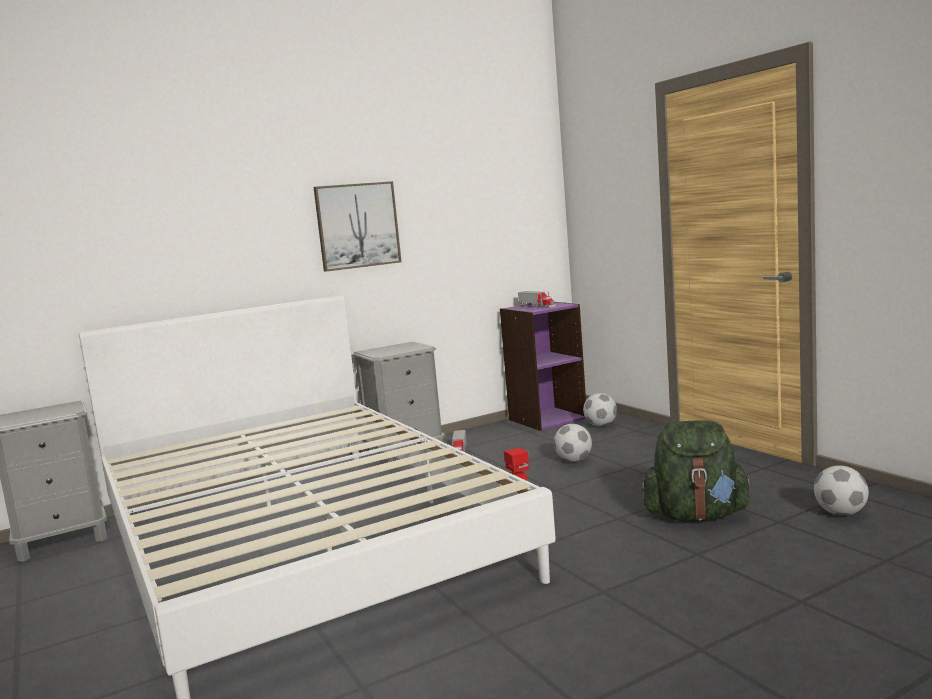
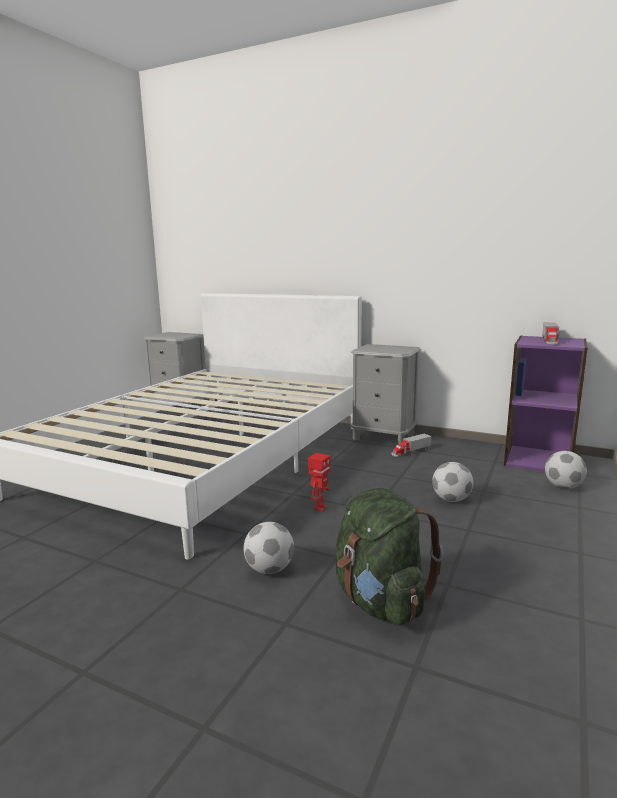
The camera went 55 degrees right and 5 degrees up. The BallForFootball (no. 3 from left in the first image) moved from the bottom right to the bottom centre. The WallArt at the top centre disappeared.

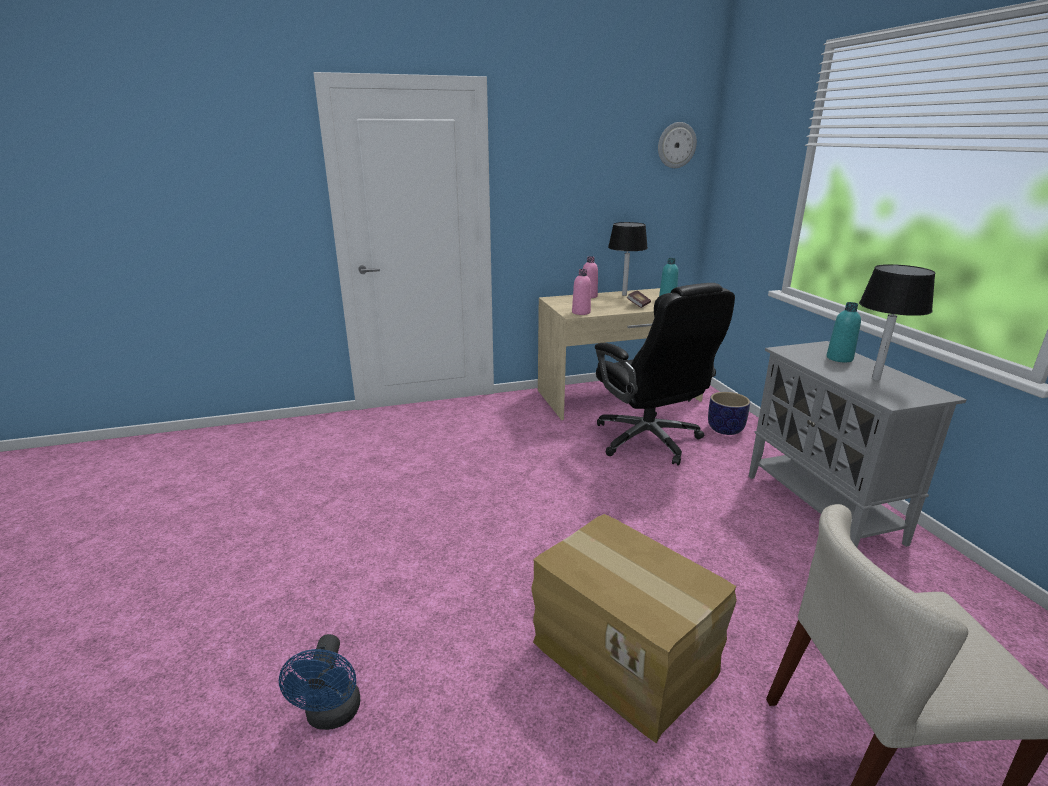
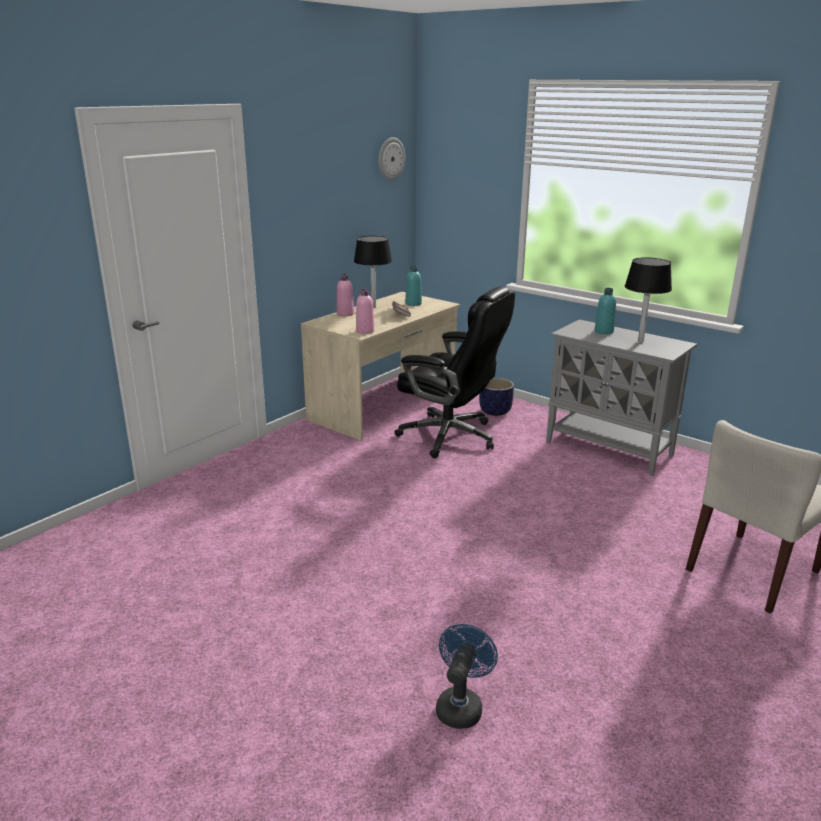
The camera went 35 degrees left and 0 degrees up. The BlueColouredCoolingFan at the bottom left turned 120 degrees counterclockwise. The PackingBox at the bottom centre disappeared.

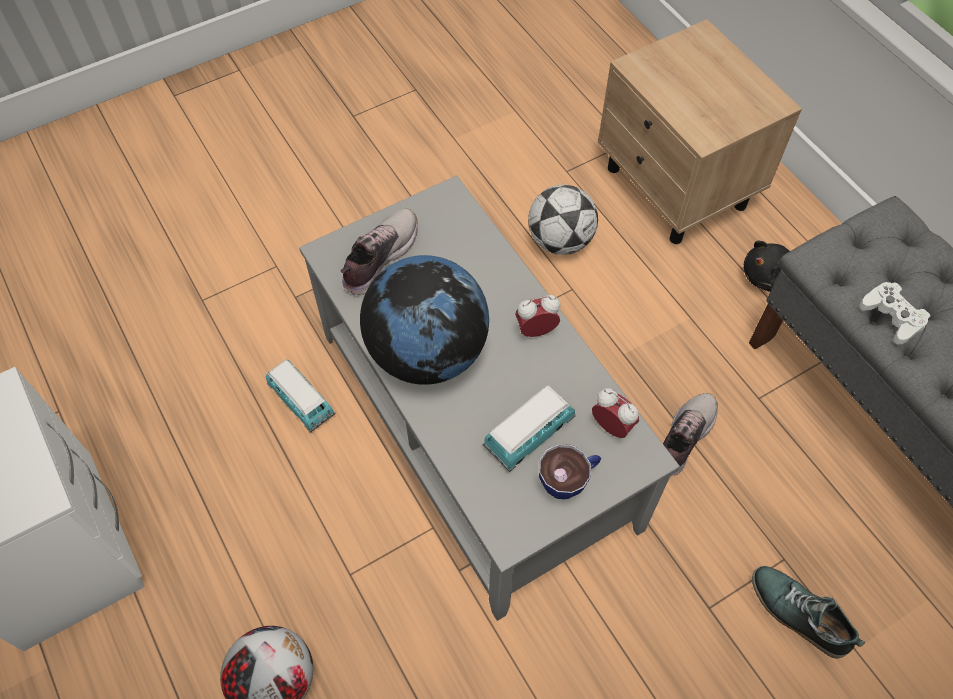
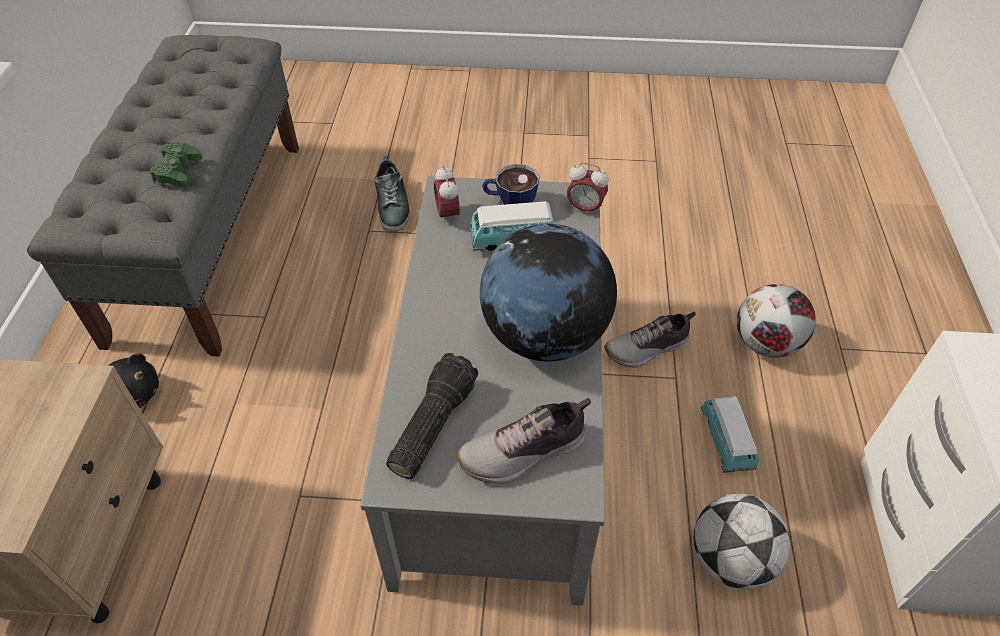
The camera went 145 degrees left and 10 degrees down. The WhitishGameController at the middle right became the GreenColouredGameController at the top left. The HandTorch at the centre appeared. The BedsideClock (no. 1 from left in the first image) moved from the centre to the top centre. The Shoe (no. 2 from left in the first image) moved from the middle right to the centre. The BallForFootball (no. 2 from left in the first image) moved from the top centre to the bottom right. The ToyCar (no. 1 from left in the first image) moved from the middle left to the bottom right.

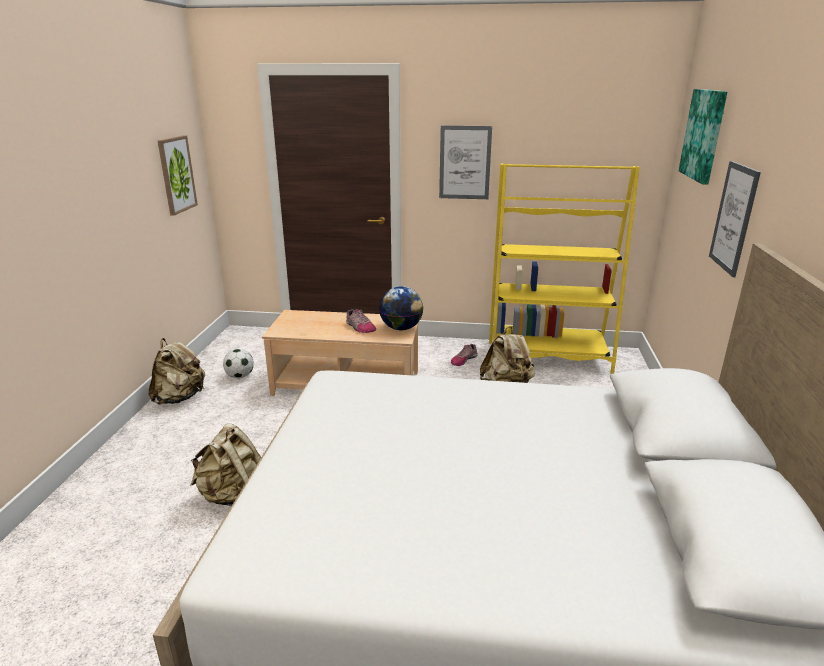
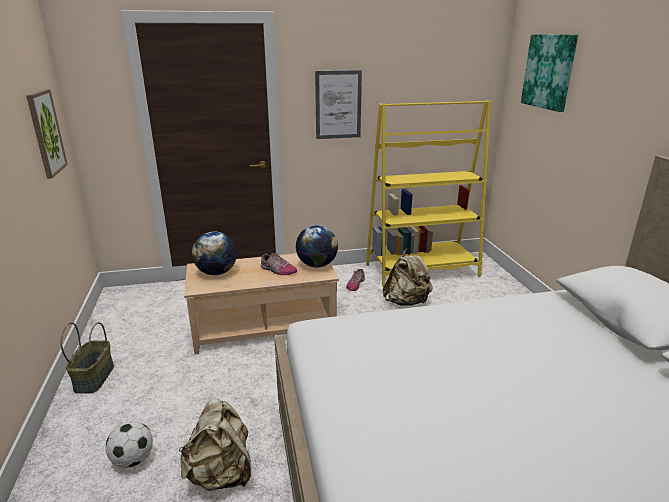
The camera went 20 degrees left and 0 degrees up. The BeigeColouredBackpack (no. 1 from left) at the middle left was replaced by the StorageBasket at the bottom left. The BallForFootball moved from the middle left to the bottom left. The WorldGlobe (no. 1 from left) at the middle left appeared. The WallArt (no. 4 from left) at the top right disappeared.

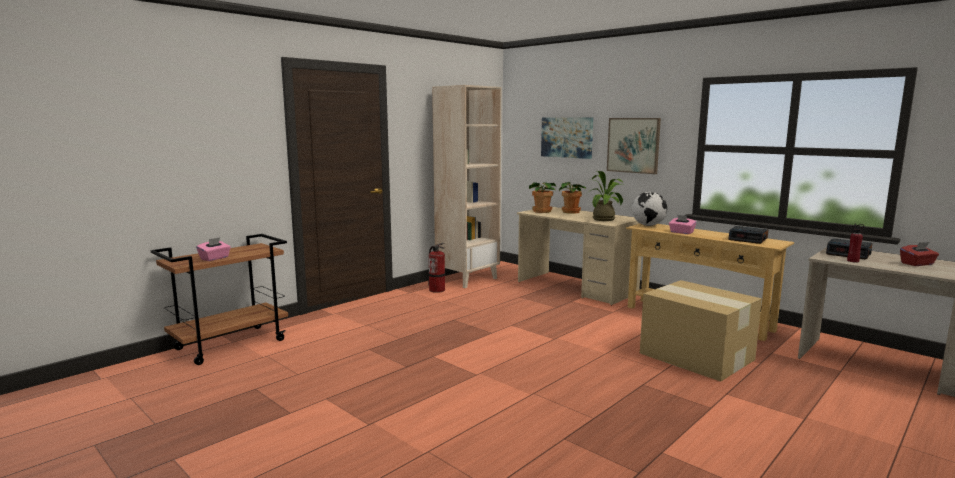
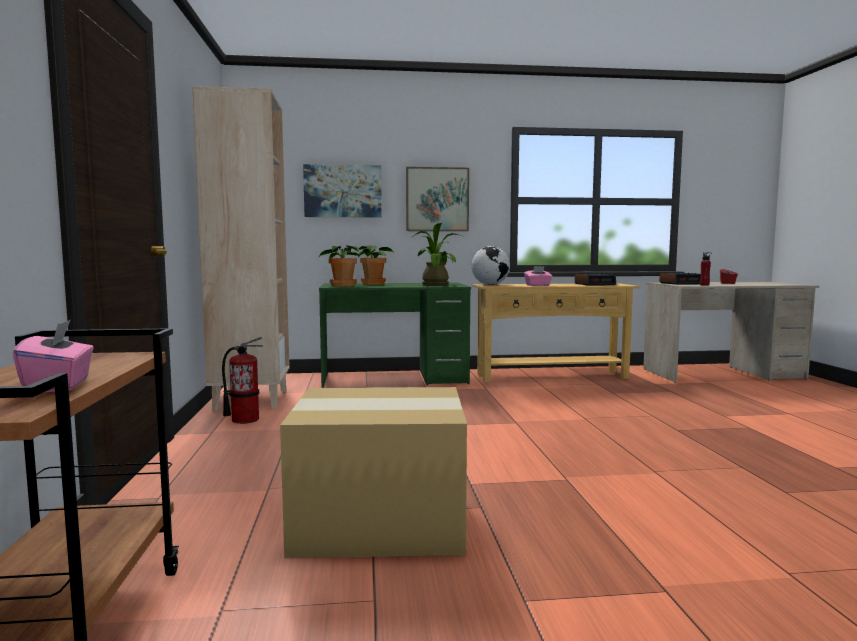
The camera went 50 degrees left and 5 degrees down. The PackingBox moved from the bottom right to the bottom centre. The BeigeColouredDeskUnit (no. 1 from left) at the centre became the GreenColouredDeskUnit at the centre.

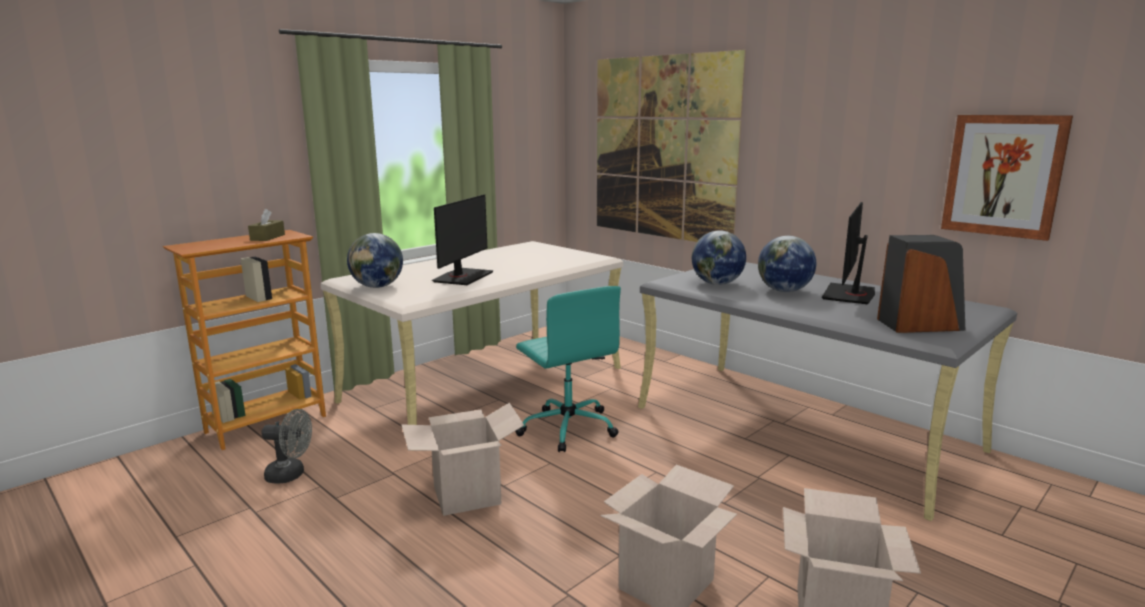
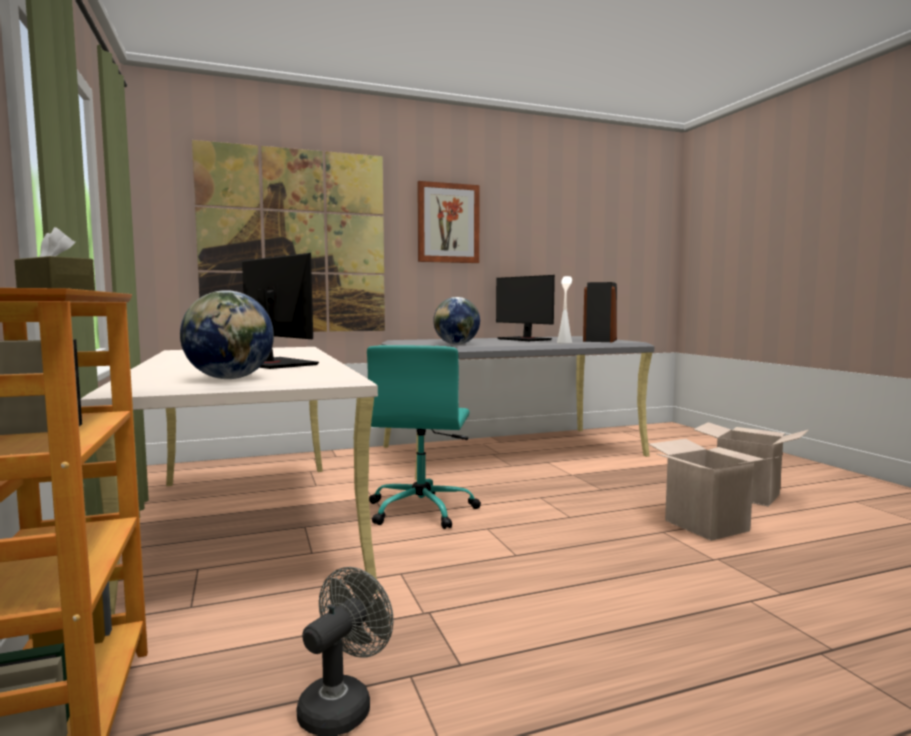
The camera went 65 degrees left and 10 degrees down. The BlueGreenDeskChair at the centre turned 105 degrees clockwise. The WallArt (no. 2 from left) moved from the top right to the top centre. The WhitishLampForATable at the centre appeared. The PackingBox (no. 1 from left) at the bottom centre disappeared. The WorldGlobe (no. 3 from left) at the middle right disappeared.

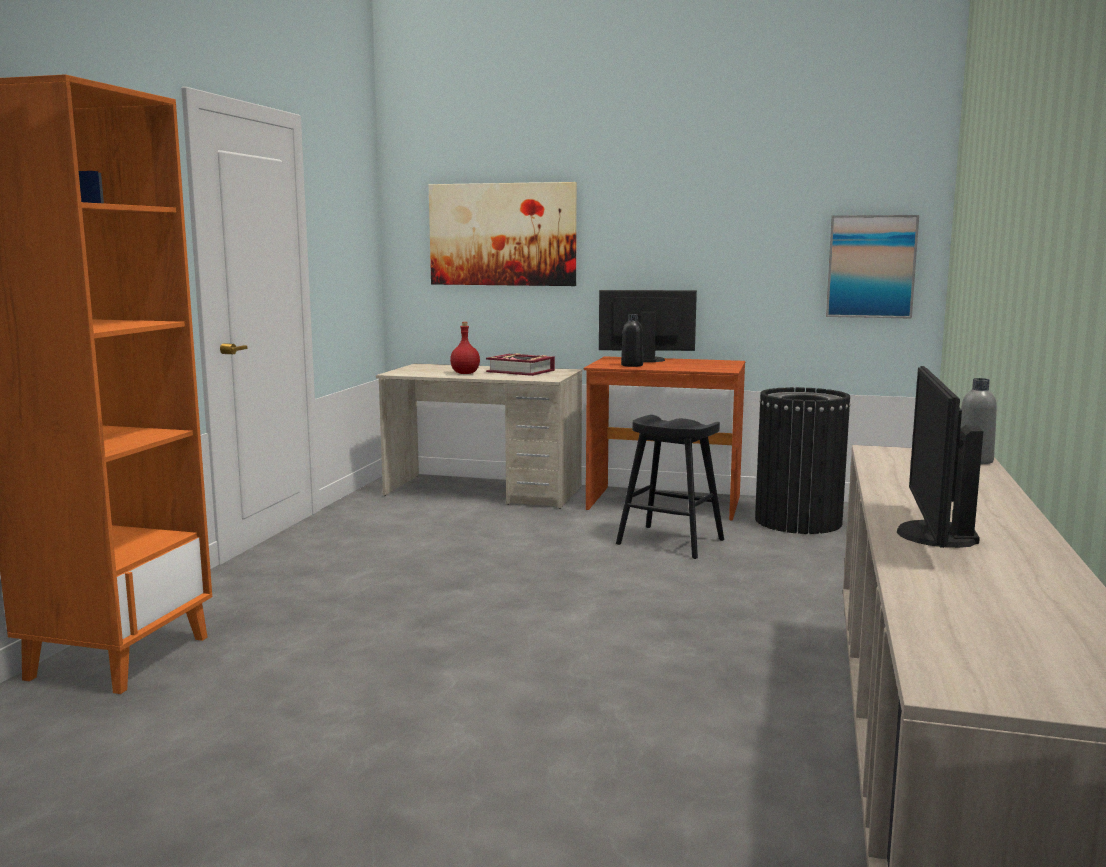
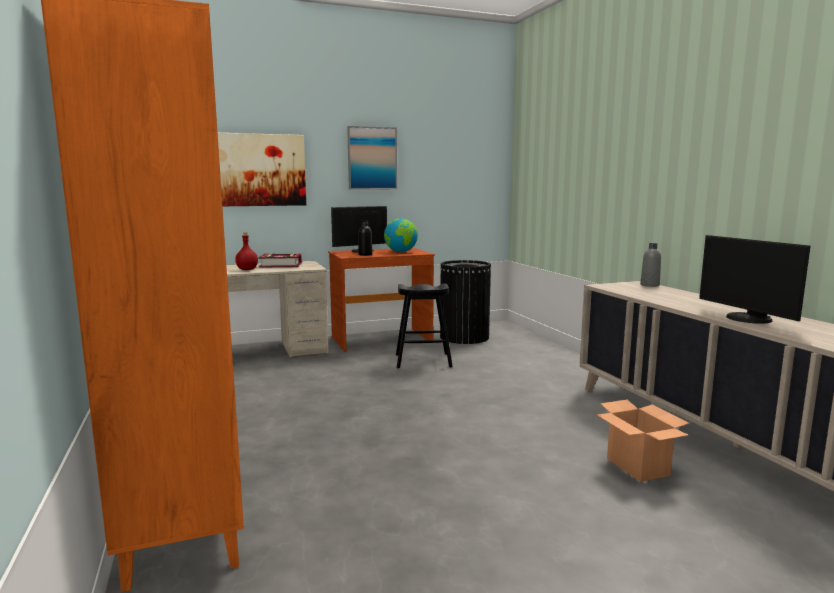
The camera went 35 degrees left and 0 degrees up. The WallArt (no. 2 from left) moved from the top right to the top centre. The WorldGlobe at the centre appeared. The PackingBox at the bottom right appeared.

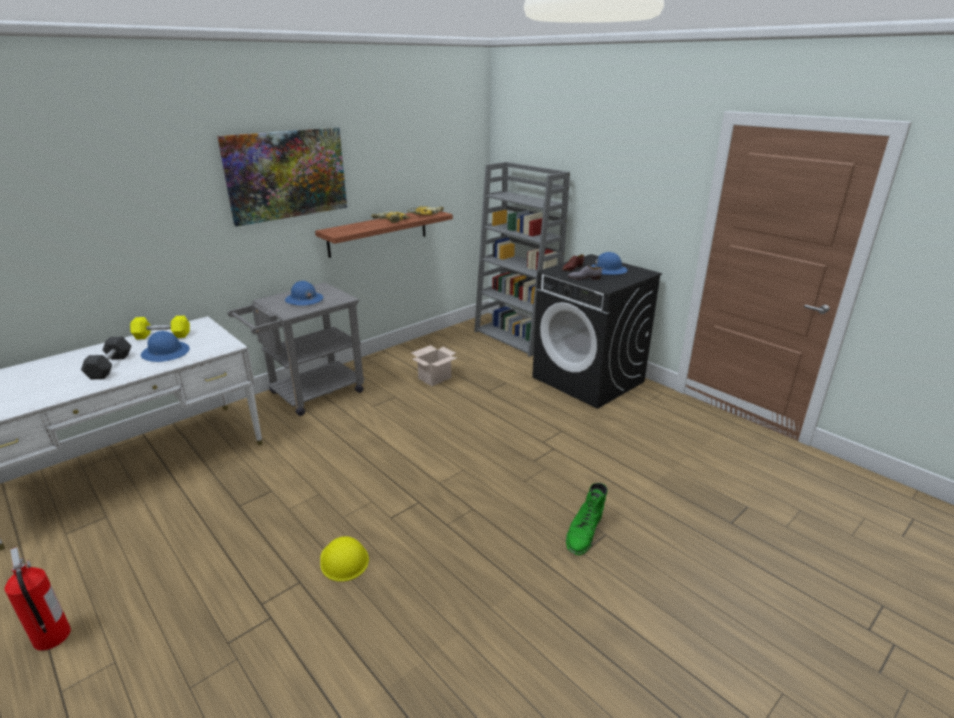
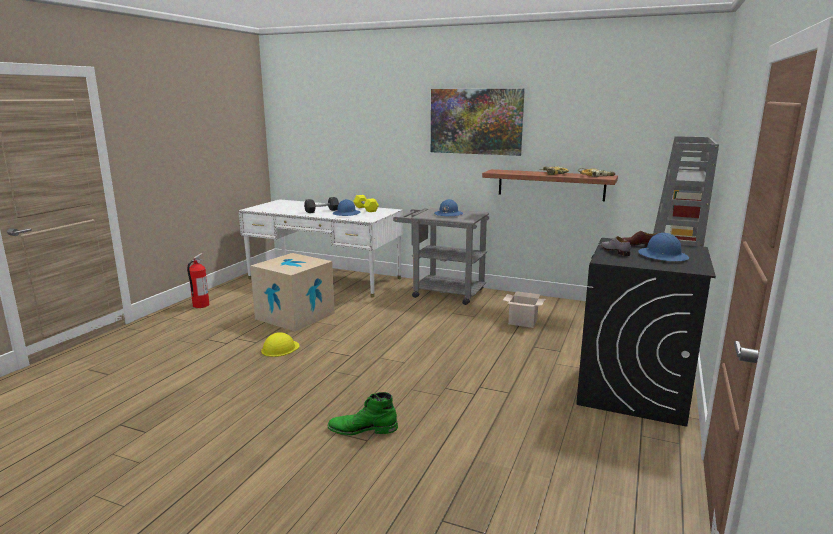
The camera went 65 degrees right and 10 degrees down. The PackingBox (no. 1 from left) at the centre appeared.

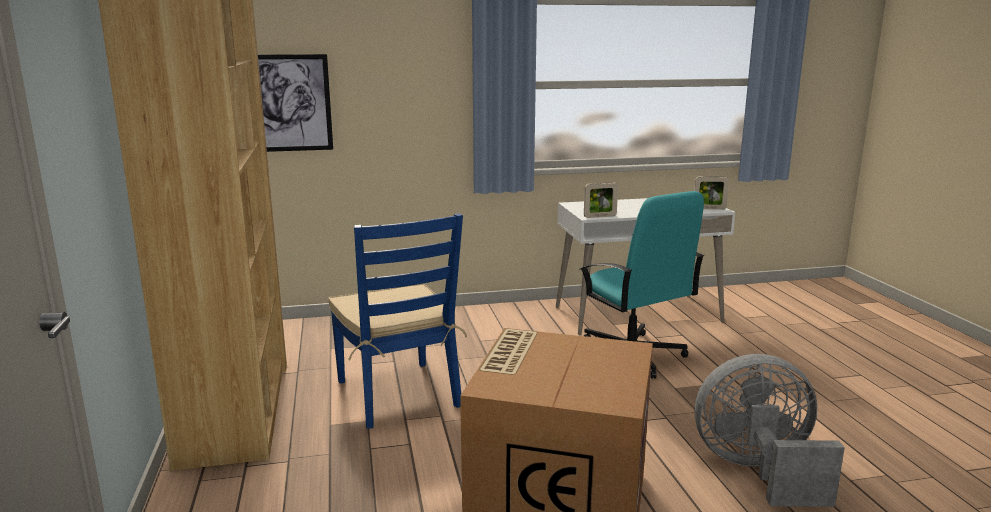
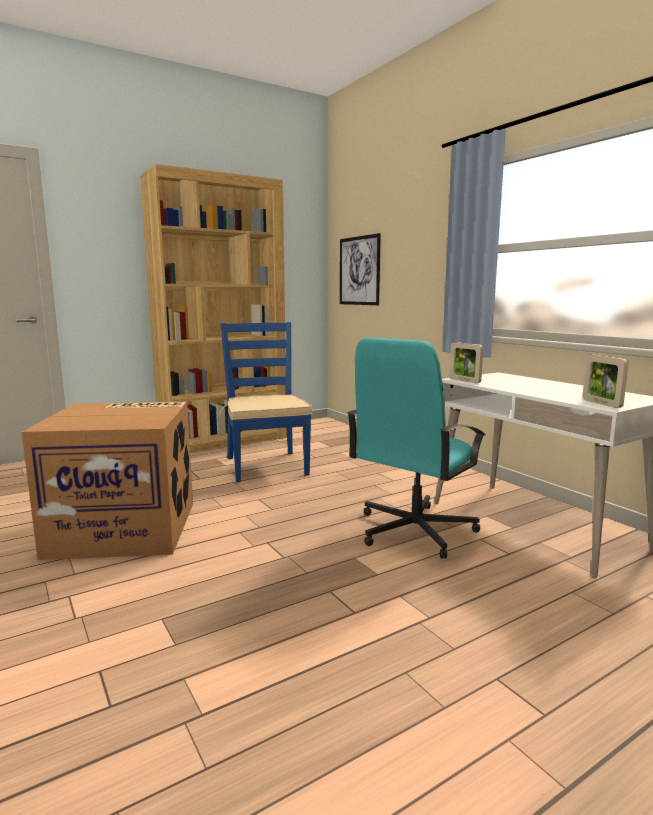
The camera went 70 degrees right and 5 degrees down. The BlueColouredPlainChair at the centre turned 120 degrees clockwise. The GrayCoolingFan at the bottom right disappeared.

